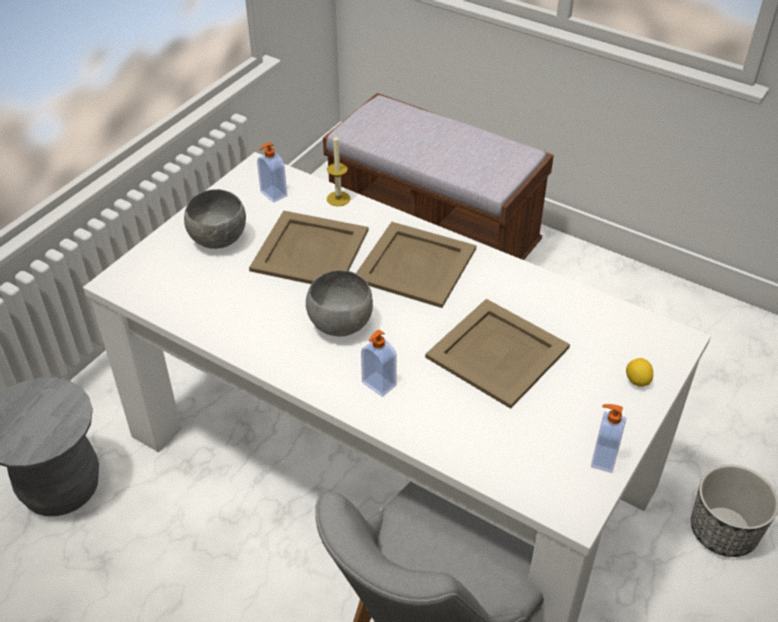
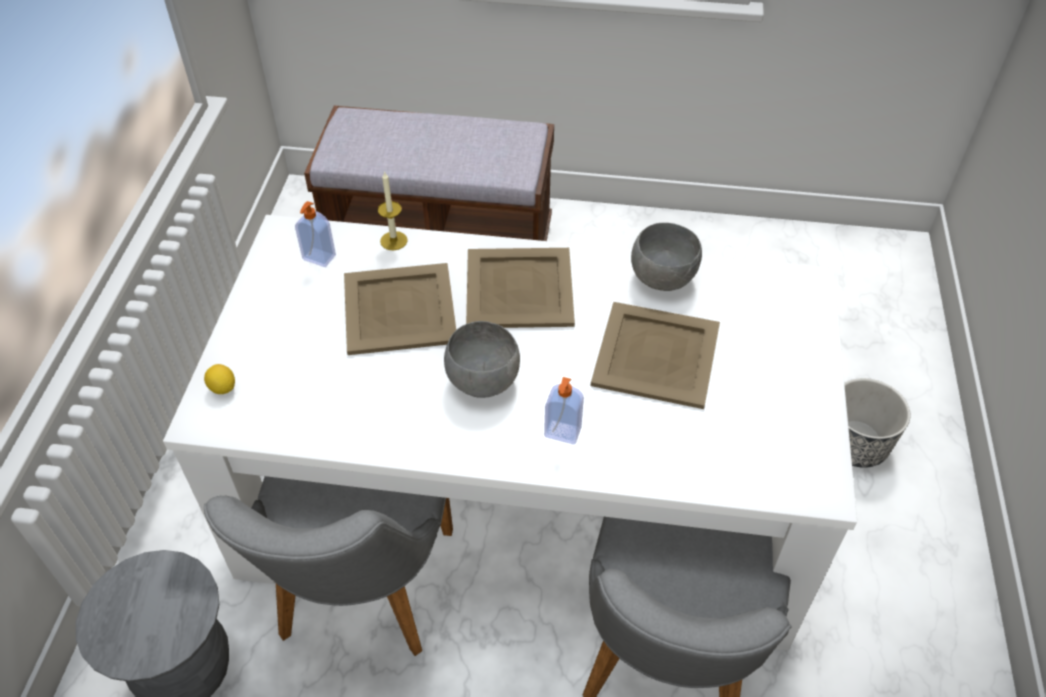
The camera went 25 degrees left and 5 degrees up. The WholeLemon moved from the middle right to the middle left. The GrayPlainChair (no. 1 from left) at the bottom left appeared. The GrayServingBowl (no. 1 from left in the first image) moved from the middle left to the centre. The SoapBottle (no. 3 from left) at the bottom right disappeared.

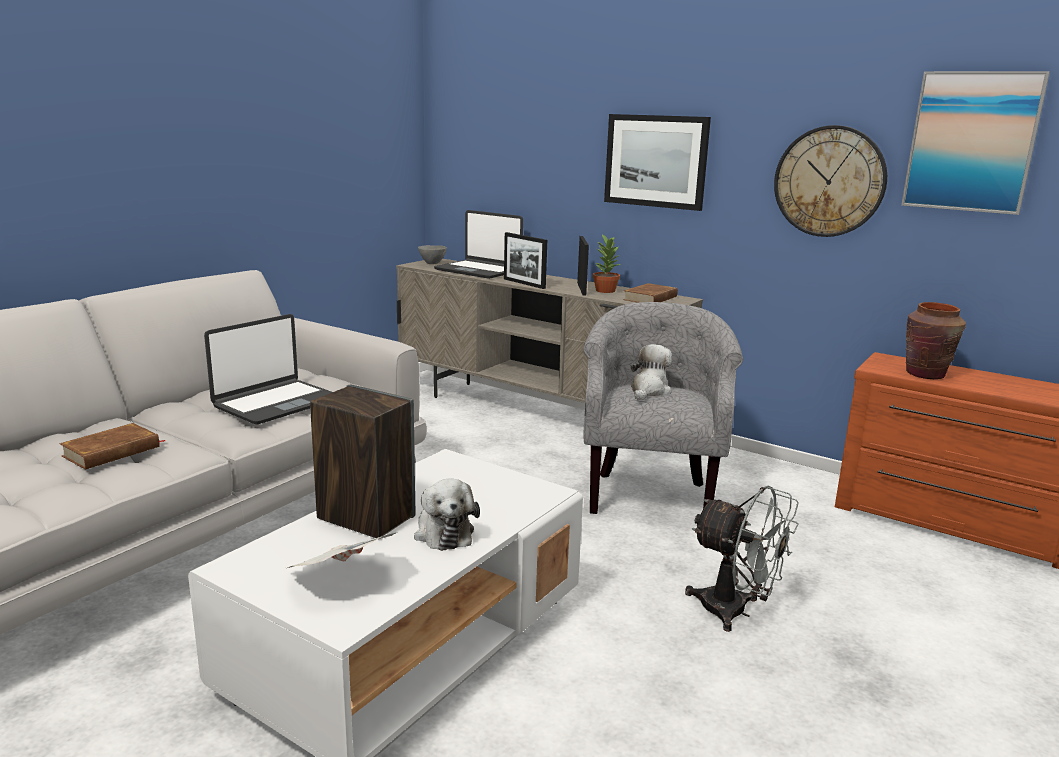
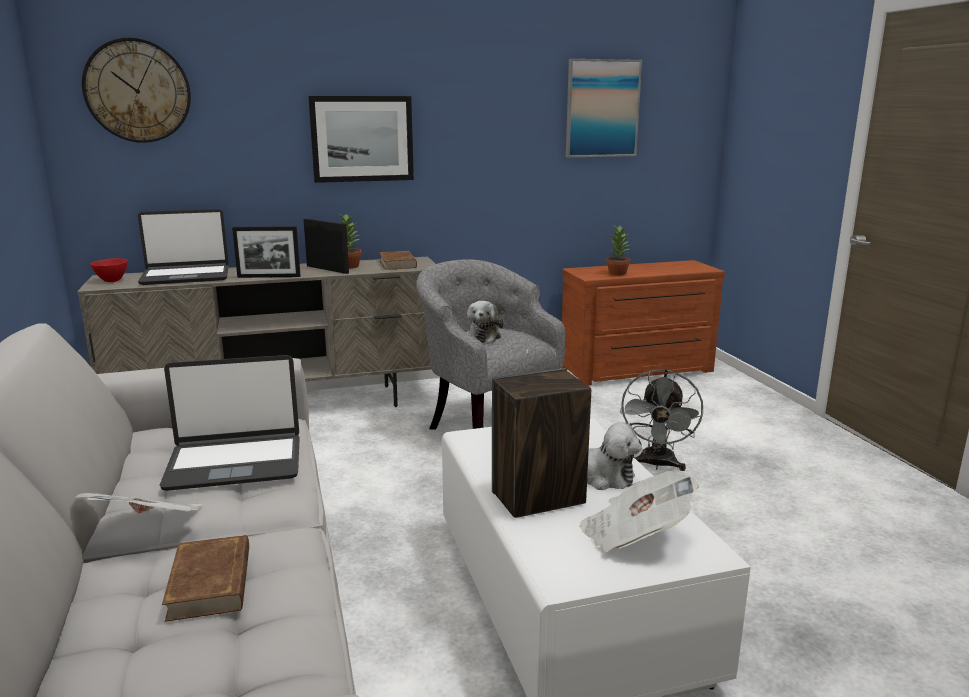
The camera went 50 degrees left and 0 degrees up. The Newspaper (no. 1 from left) at the bottom left appeared. The HangingClock moved from the top right to the top left. The GrayServingBowl at the centre became the RedColouredServingBowl at the middle left. The PortableComputer (no. 1 from left in the first image) at the middle left turned 90 degrees clockwise. The PlushToy (no. 2 from left in the first image) at the centre turned 150 degrees counterclockwise. The BrownishVase at the middle right was replaced by the PottedPlant (no. 2 from left) at the centre. The GrayCoolingFan at the bottom right turned 120 degrees clockwise.

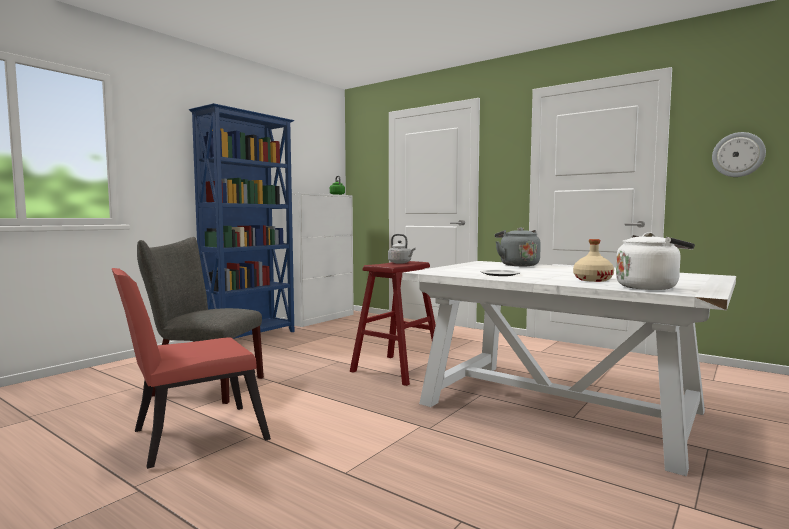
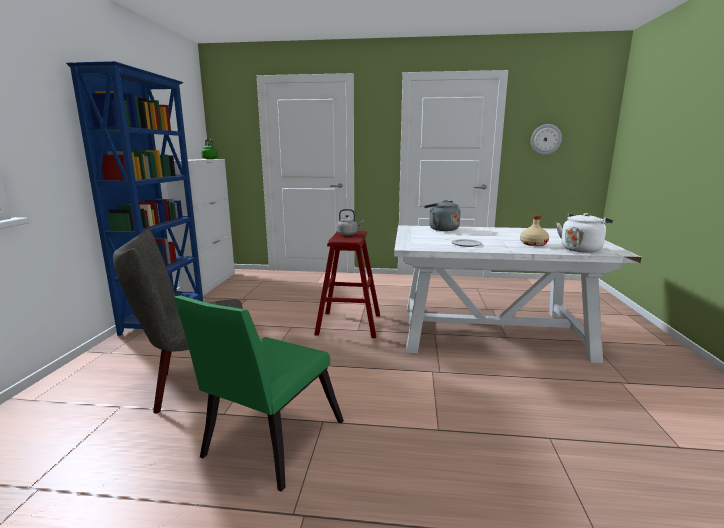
The camera went 30 degrees left and 10 degrees up. The RedColouredPlainChair at the bottom left became the GreenColouredPlainChair at the bottom centre.

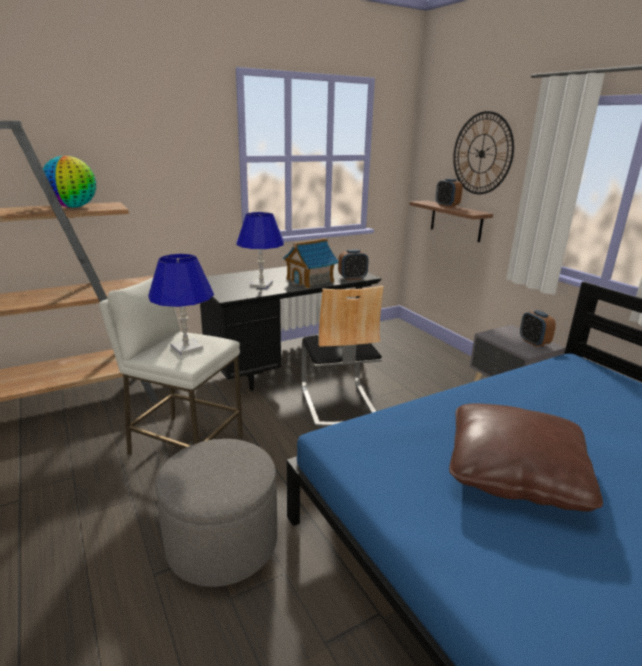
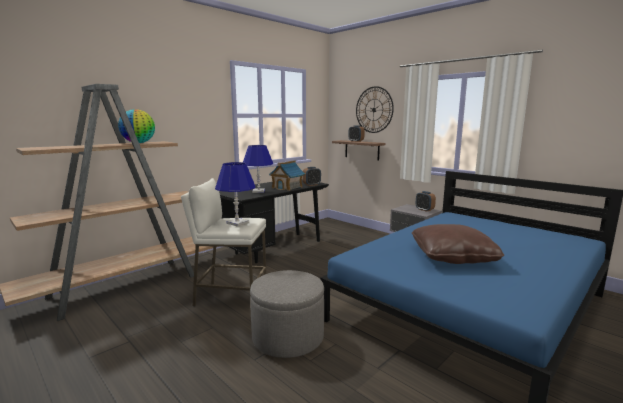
The camera went 15 degrees left and 10 degrees down. The PlainChair at the centre disappeared.

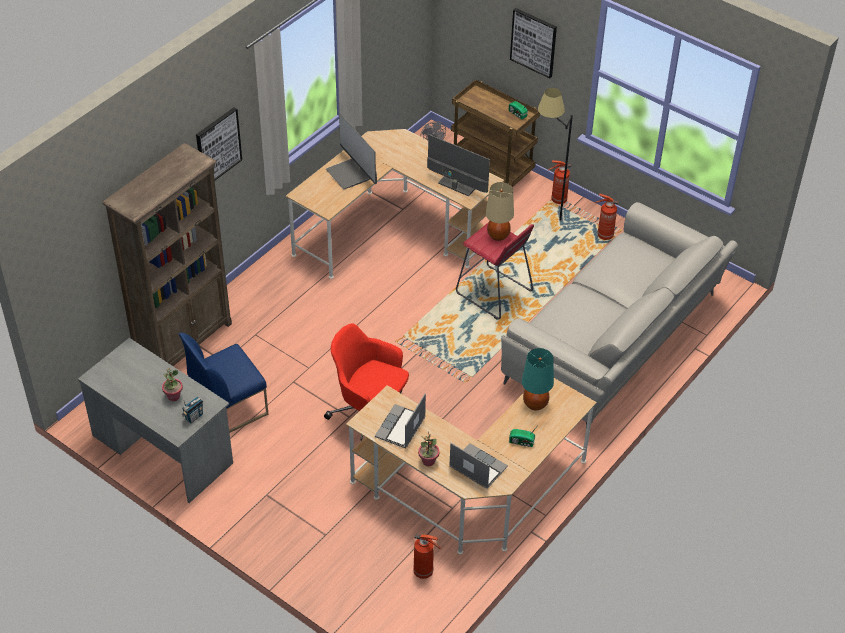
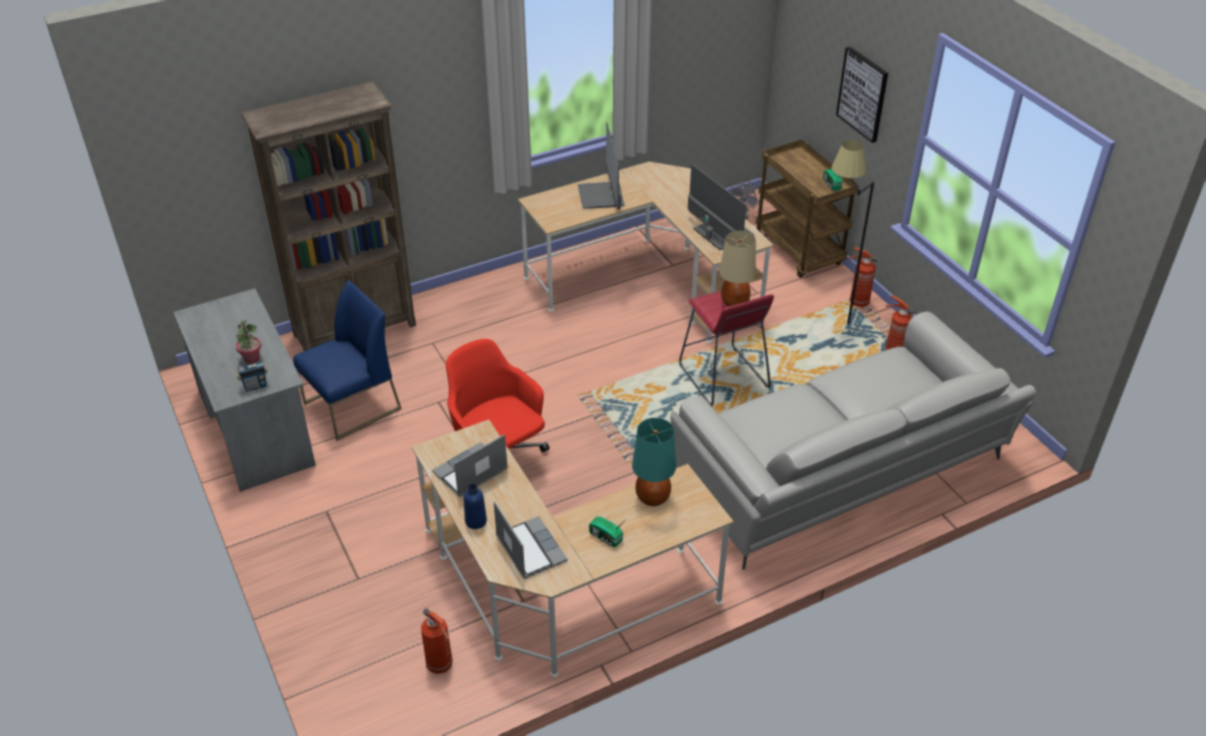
The camera went 25 degrees right and 5 degrees down. The BlueColouredPlainChair at the middle left turned 150 degrees clockwise. The PottedPlant (no. 2 from left) at the bottom centre was replaced by the BlueColouredDrinkBottle at the bottom centre. The WallArt (no. 1 from left) at the top left disappeared.

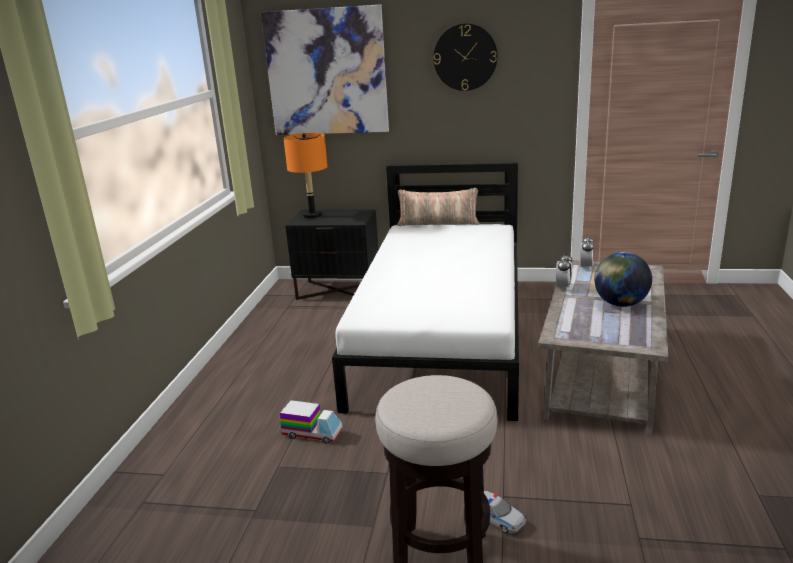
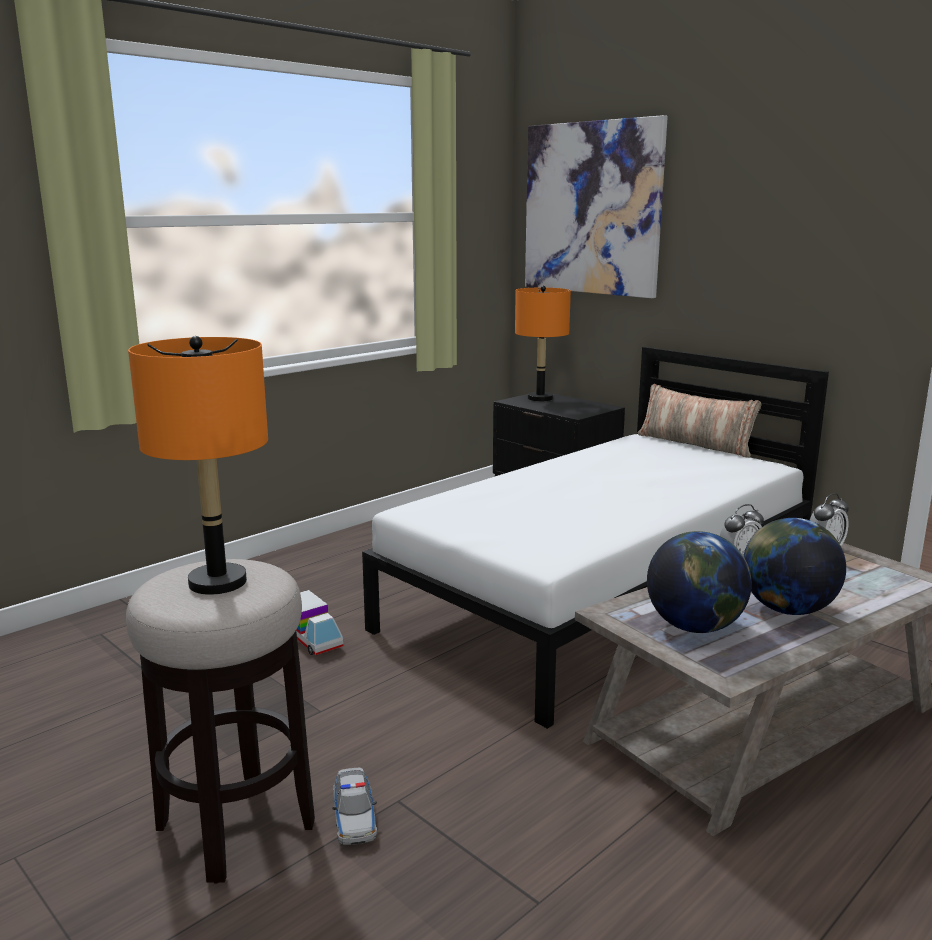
The camera went 35 degrees right and 5 degrees down. The OrangeColouredLampForATable (no. 1 from left) at the middle left appeared. The WorldGlobe (no. 1 from left) at the middle right appeared. The HangingClock at the top centre disappeared.

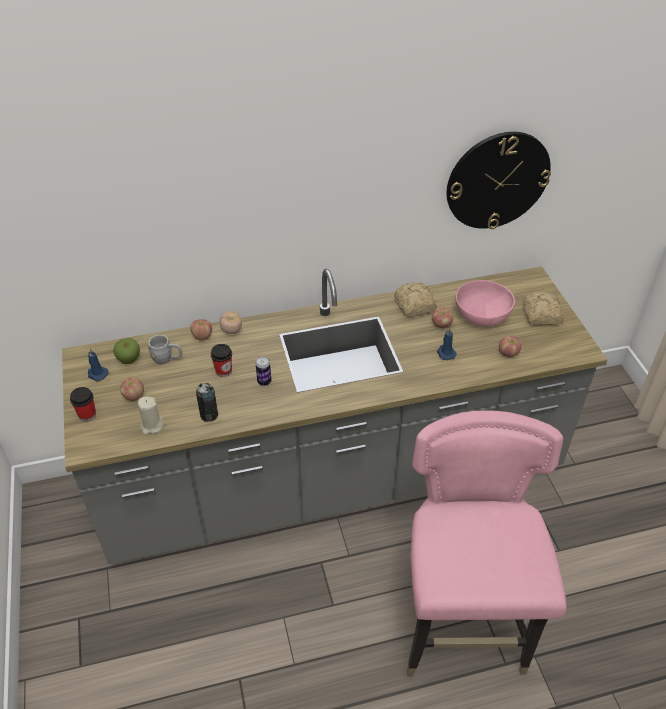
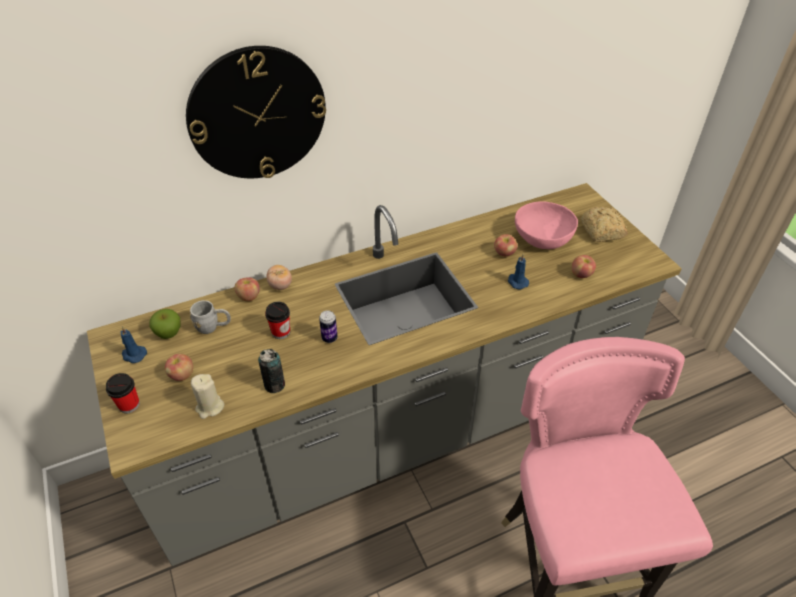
The camera went 10 degrees left and 0 degrees up. The HangingClock moved from the top right to the top left. The BakeryBread (no. 1 from left) at the centre disappeared.

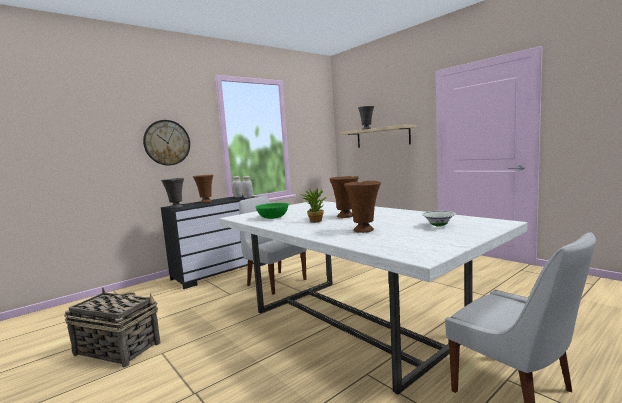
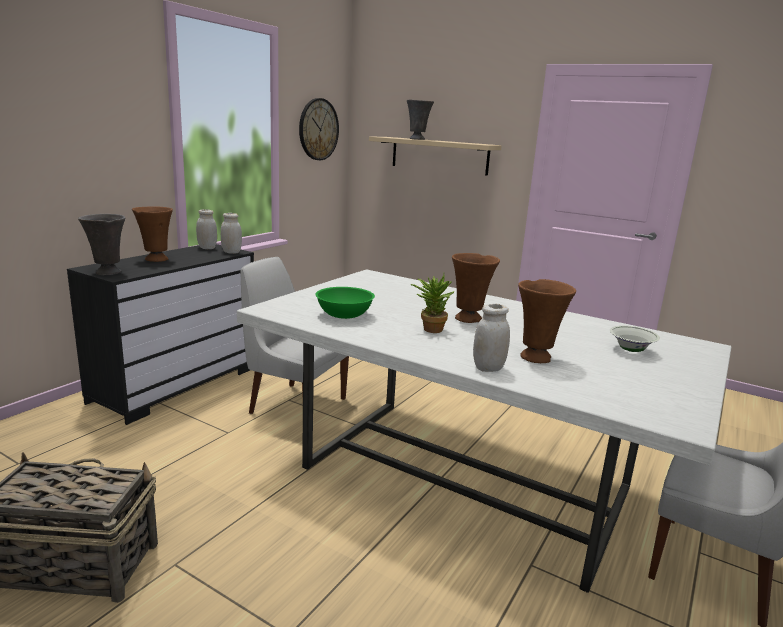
The camera went 20 degrees left and 10 degrees up. The HangingClock moved from the middle left to the top centre. The WhitishPreserveJar (no. 3 from left) at the centre appeared.

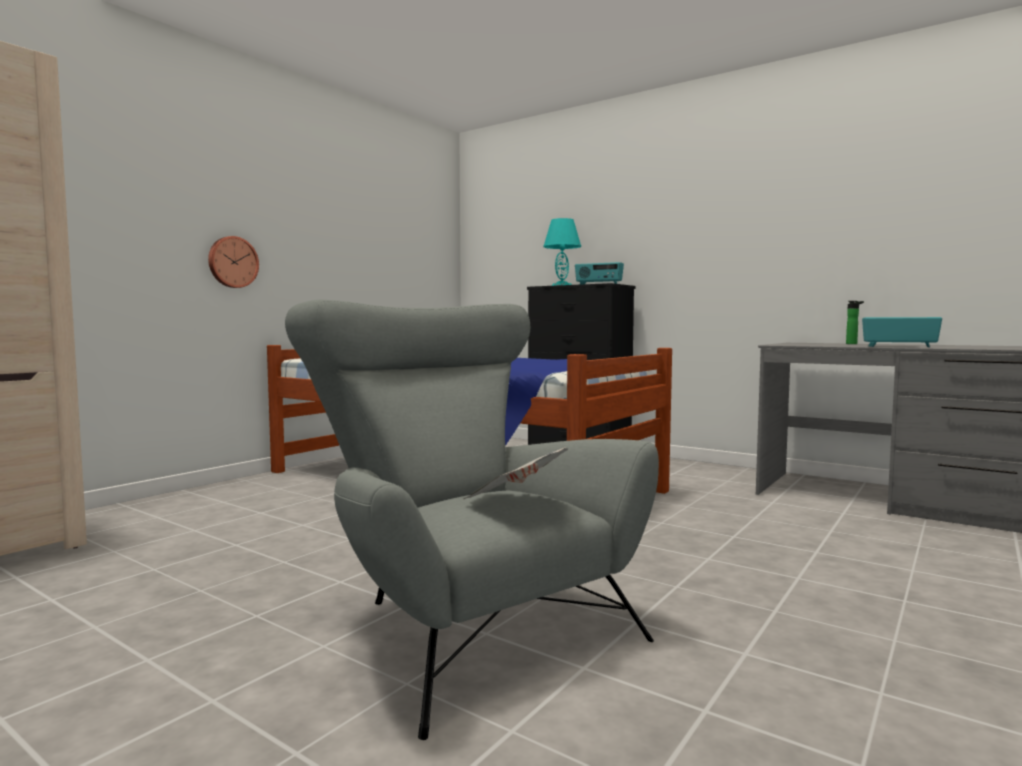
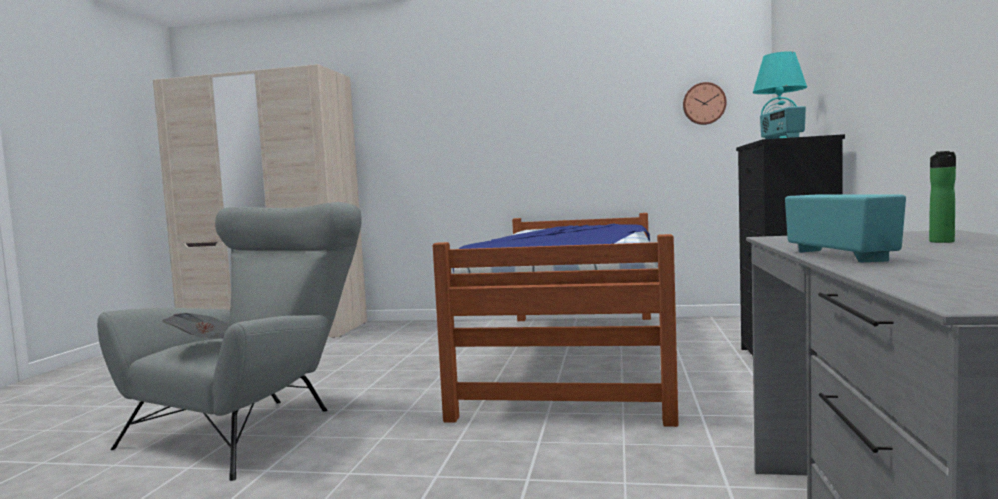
The camera went 65 degrees right and 0 degrees up. The HangingClock moved from the middle left to the top right.

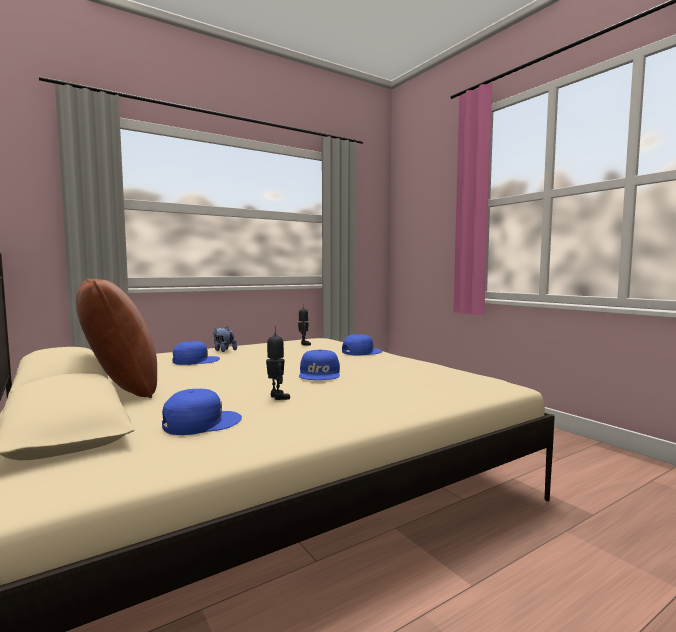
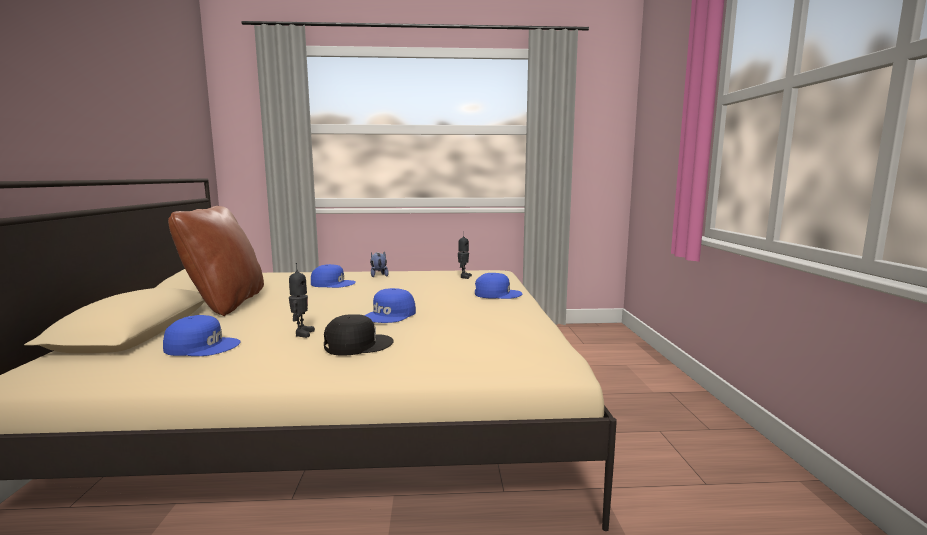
The camera went 30 degrees right and 5 degrees up. The BlackishPeakedCap at the centre appeared.

